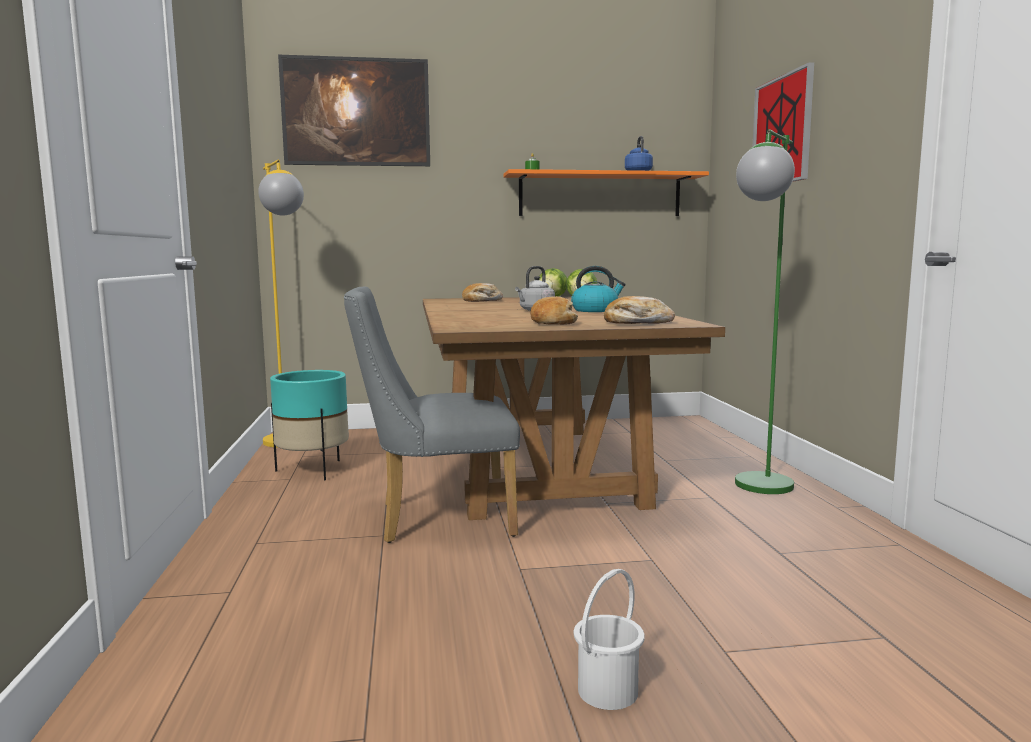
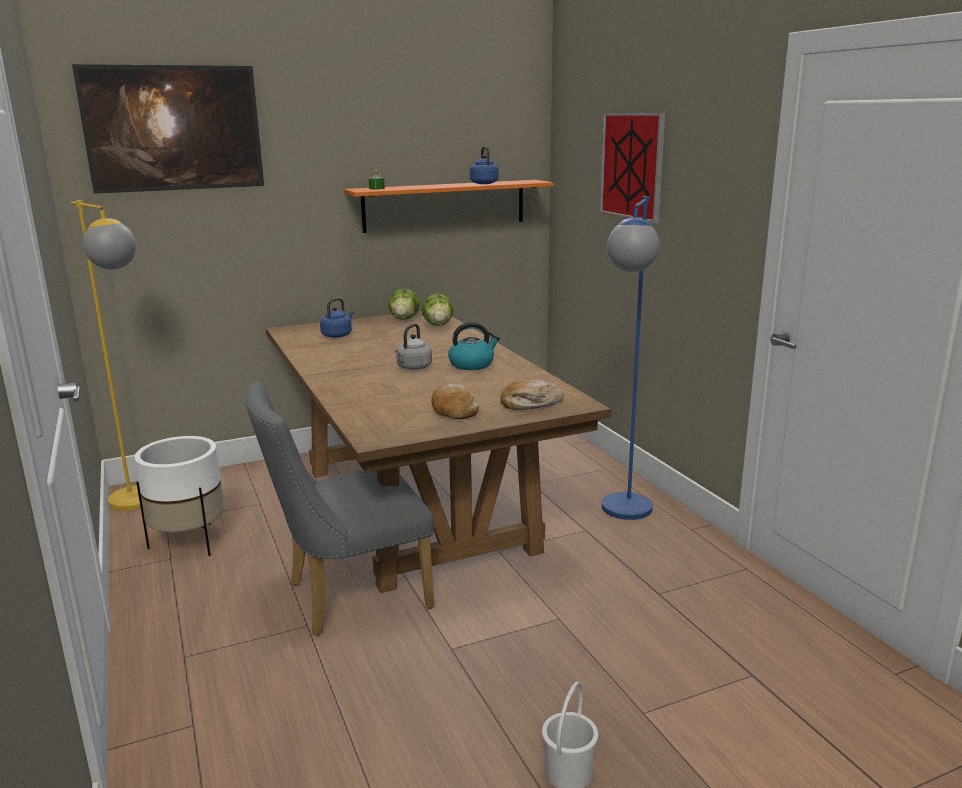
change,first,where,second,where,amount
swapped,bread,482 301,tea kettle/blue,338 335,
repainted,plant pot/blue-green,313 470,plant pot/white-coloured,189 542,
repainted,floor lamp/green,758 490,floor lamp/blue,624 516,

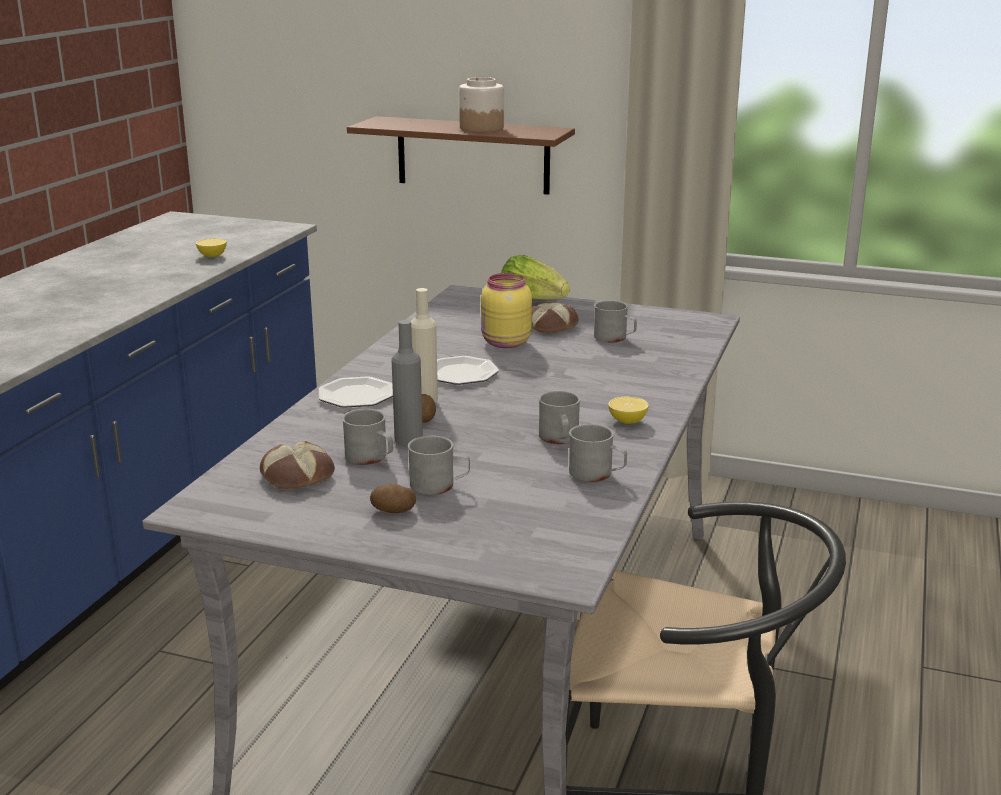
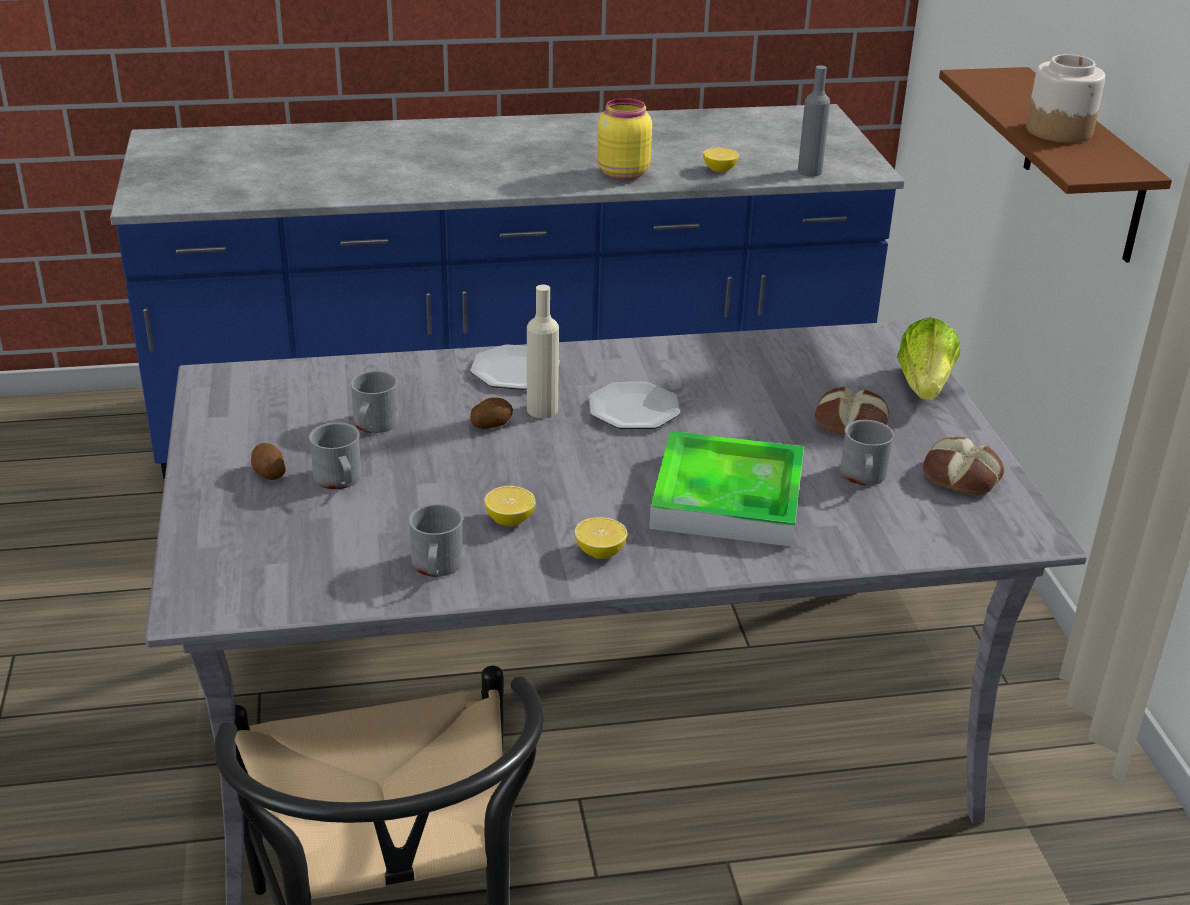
change,first,where,second,where,amount
new,,,tray,727 498,
shifted,bread,298 476,,960 477,
shifted,drink bottle/grey,408 439,,809 171,
shifted,jar/yellow-coloured,504 343,,621 173,
swapped,tea mug/grey,560 439,lemon,509 520,

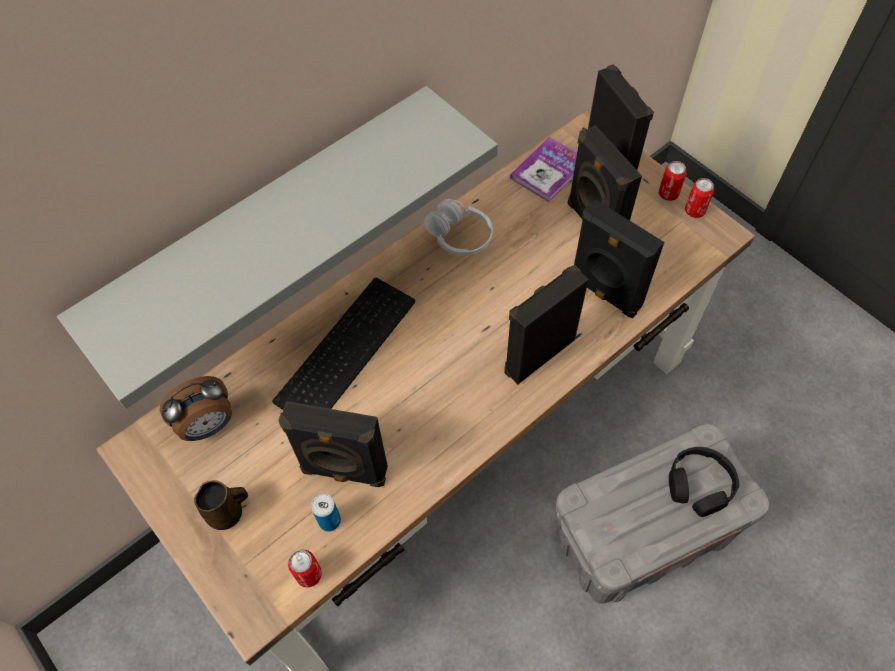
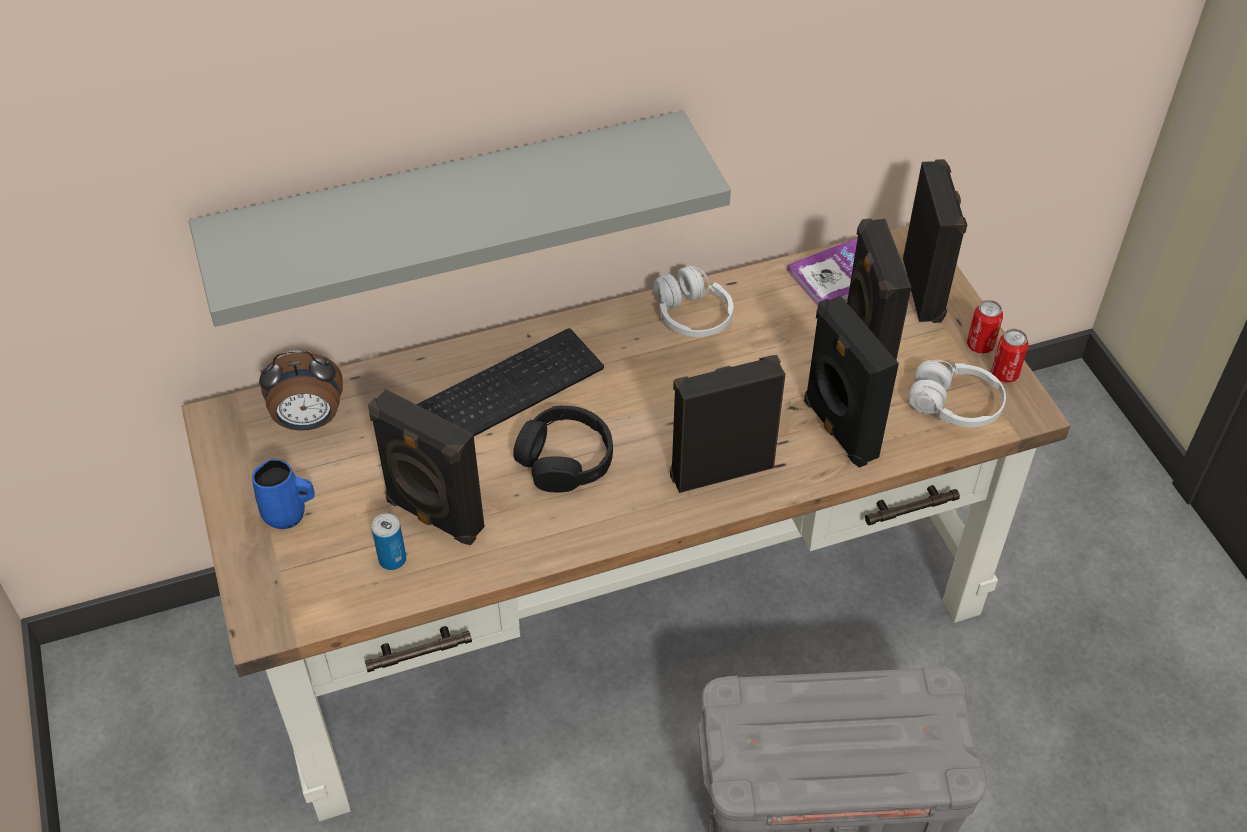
change,first,where,second,where,amount
gone,can,309 574,,,
new,,,pair of headphones/white-coloured,954 405,
shifted,pair of headphones/black-coloured,699 485,,565 459,
repainted,tea mug/brownish,228 513,tea mug/blue,287 515,

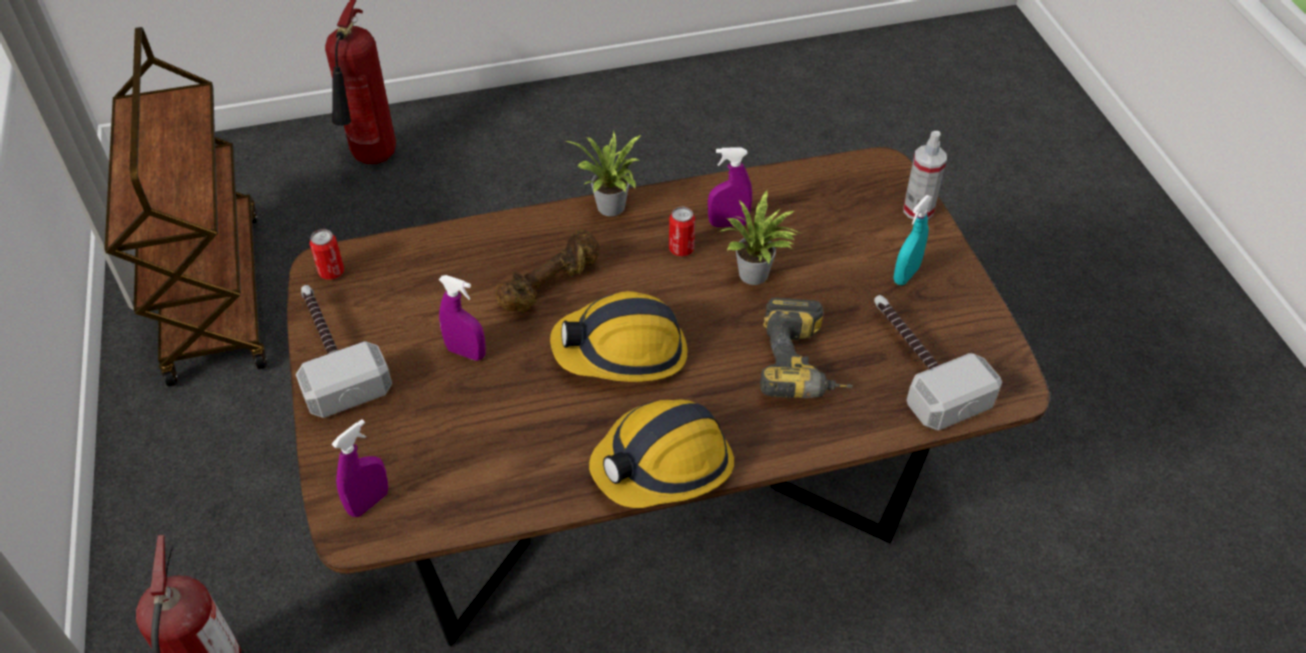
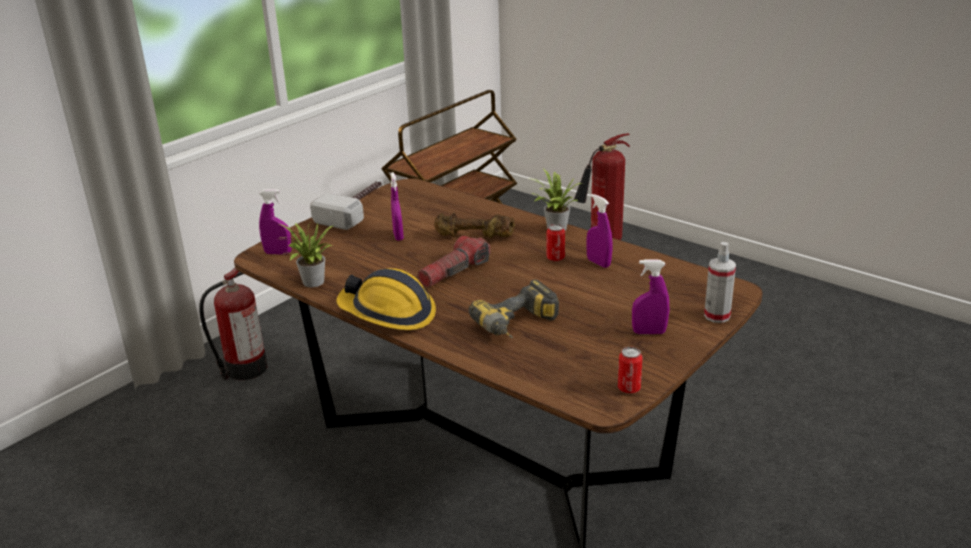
change,first,where,second,where,amount
gone,hammer,918 365,,,
shifted,can,331 272,,629 388,
shifted,potted plant,756 276,,312 283,
swapped,hard hat,622 351,torch,454 272,
repainted,sprayer/blue-green,906 275,sprayer/purple,649 332,

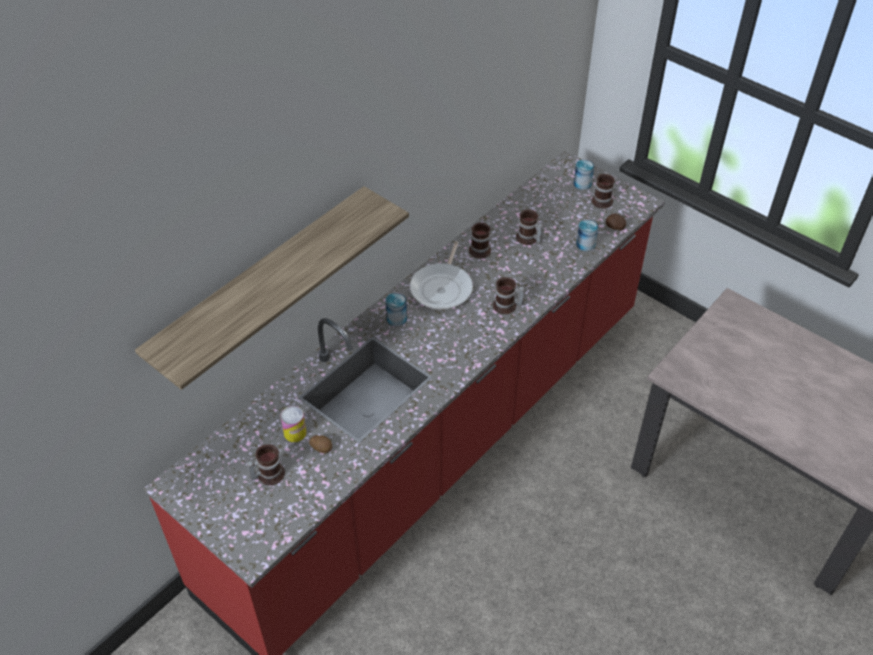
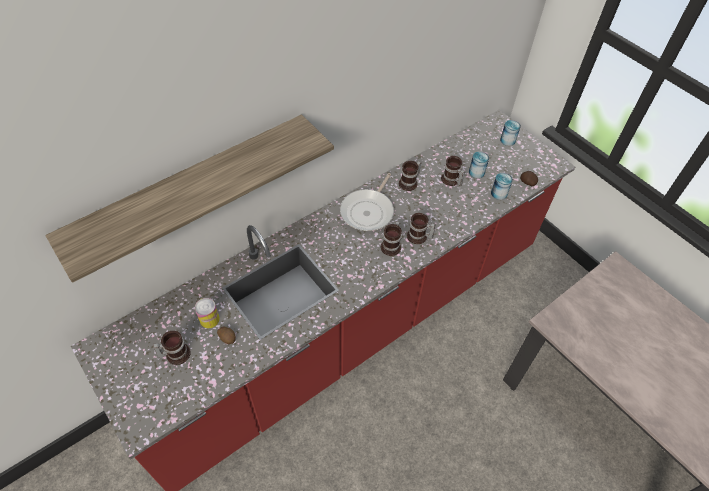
change,first,where,second,where,amount
shifted,can,396 318,,476 172,
shifted,tea mug,603 200,,392 246,

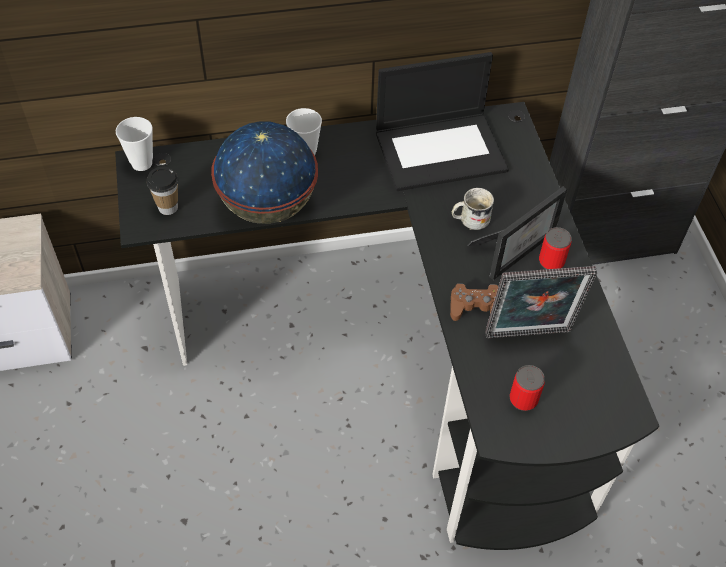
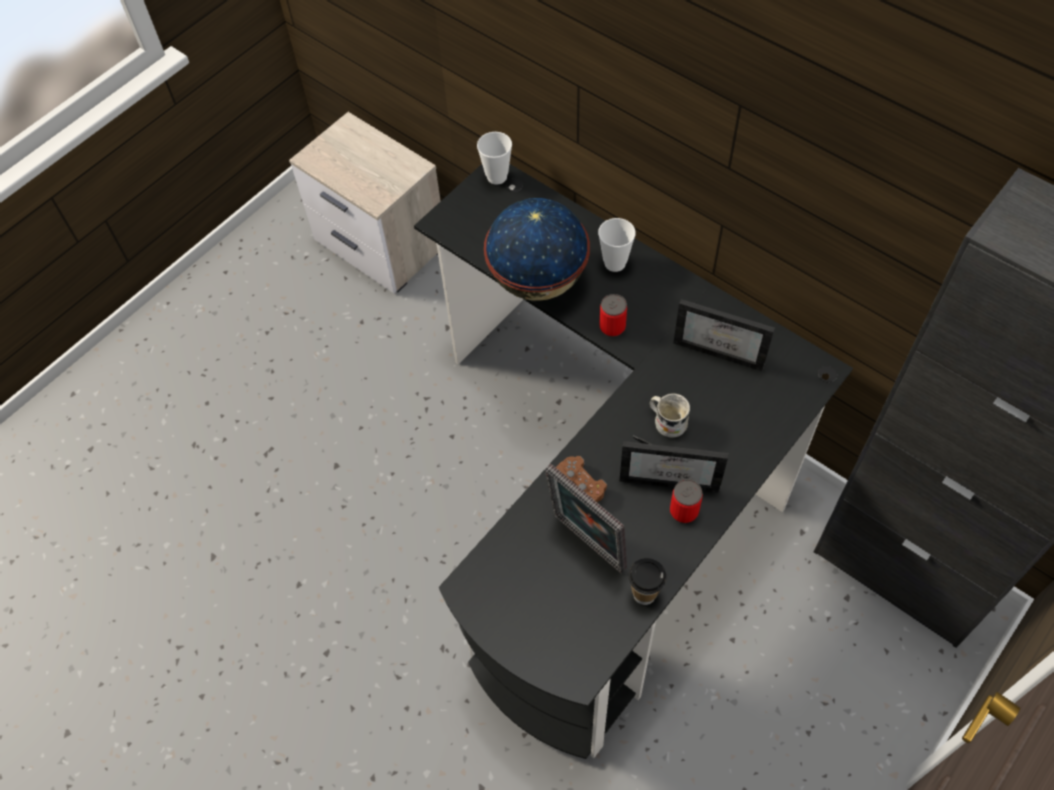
change,first,where,second,where,amount
shifted,small cup,168 207,,644 594,
shifted,can,523 399,,612 327,
swapped,portable computer,441 150,picture frame,722 348,

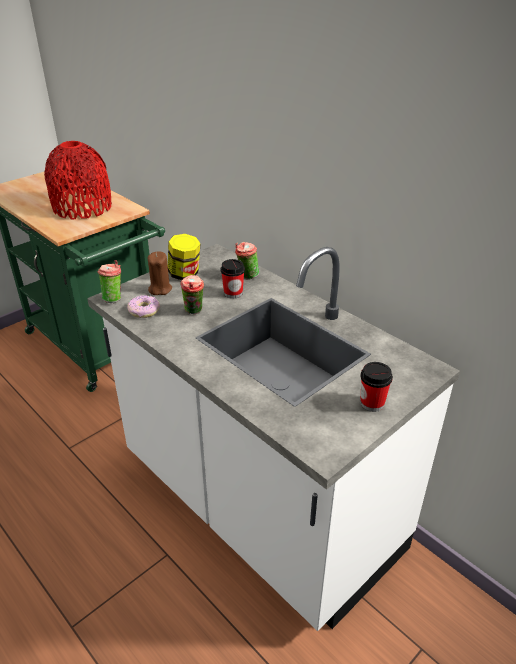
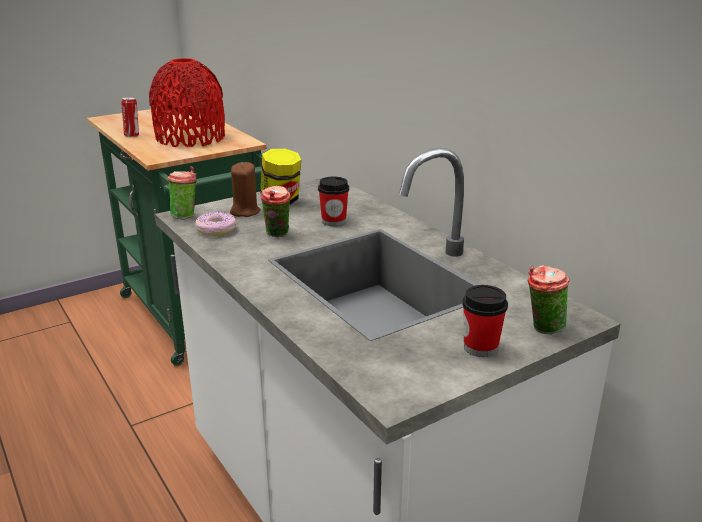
change,first,where,second,where,amount
new,,,can,132 135,
shifted,small cup,247 276,,542 329,

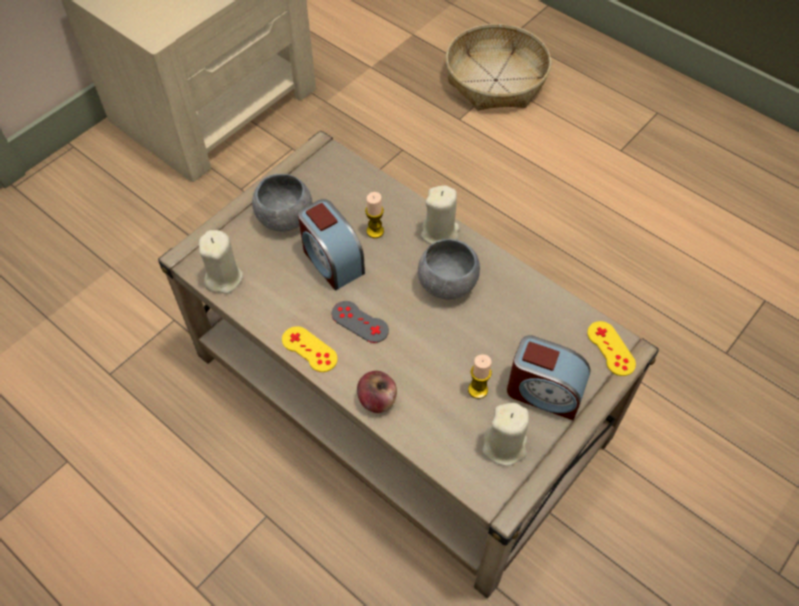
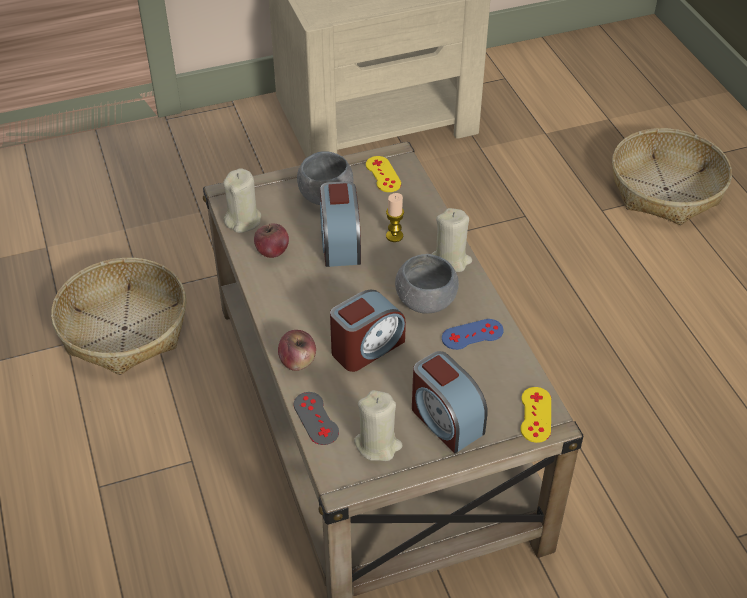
change,first,where,second,where,amount
gone,candle,478 390,,,
new,,,household basket,124 328,
new,,,apple,272 251,
new,,,table clock,367 347,
new,,,game controller/blue,472 334,
shifted,game controller/yellow-coloured,309 349,,383 174,
shifted,game controller/grey,360 322,,316 418,

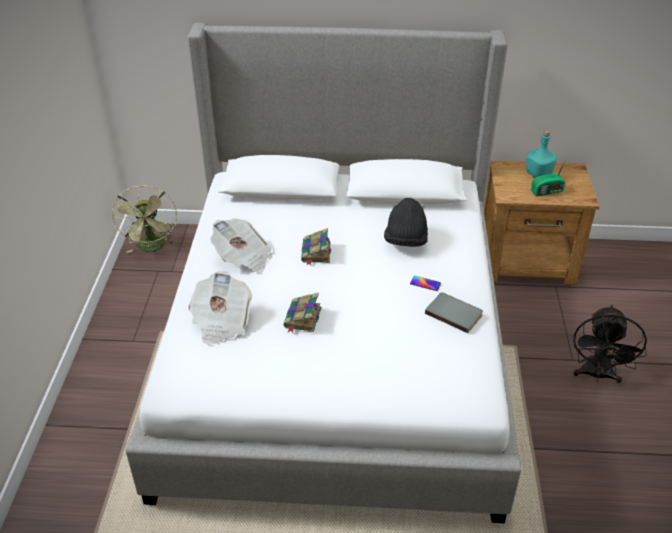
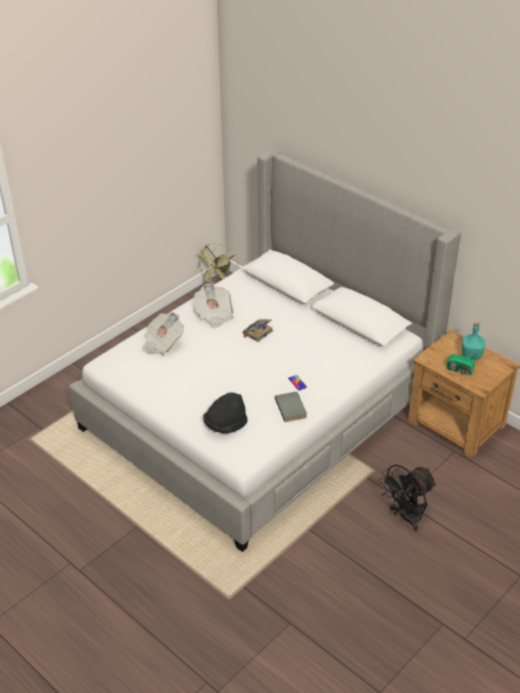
change,first,where,second,where,amount
gone,bound book,302 318,,,
shifted,clothing hat/black-coloured,405 241,,225 425,

